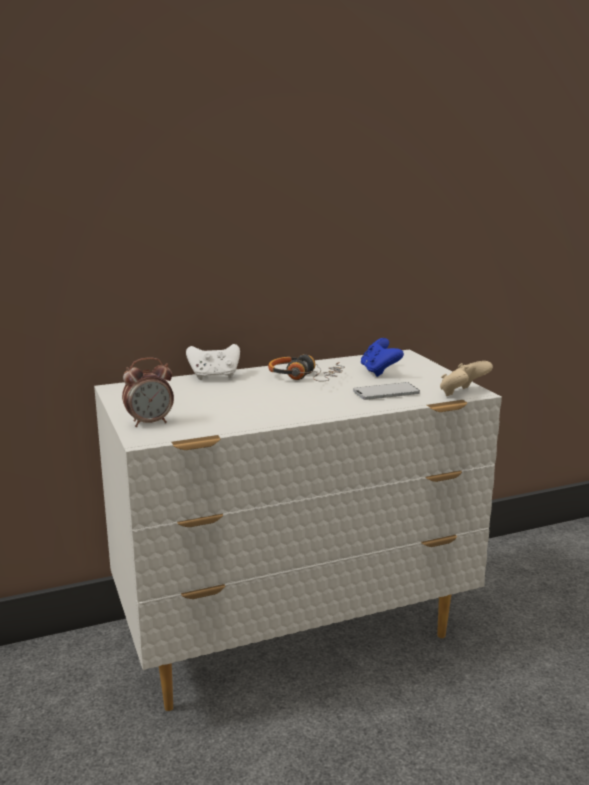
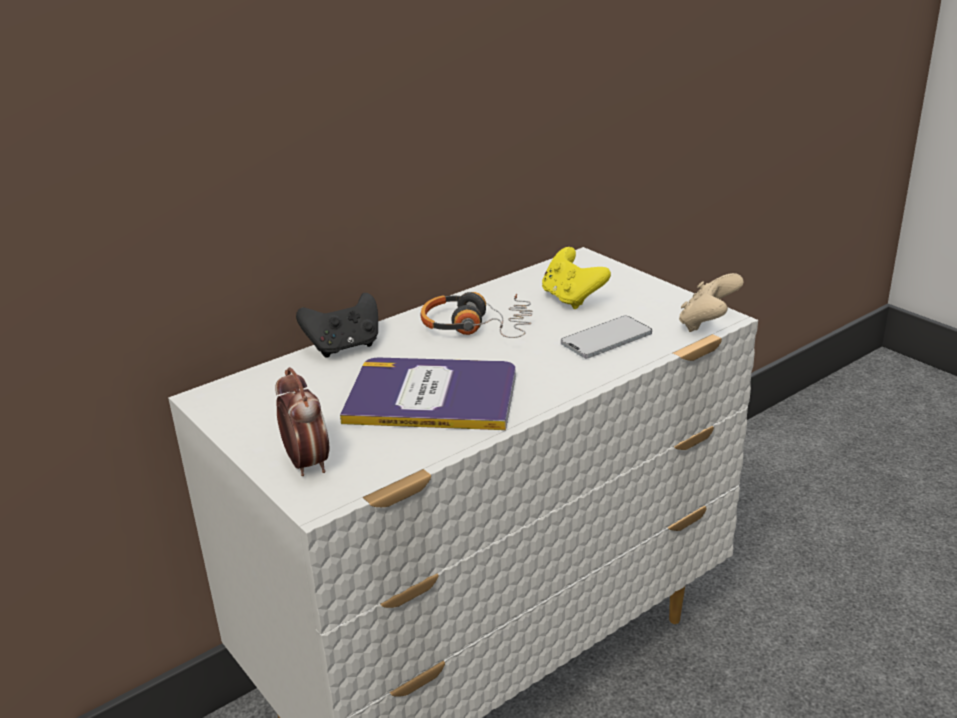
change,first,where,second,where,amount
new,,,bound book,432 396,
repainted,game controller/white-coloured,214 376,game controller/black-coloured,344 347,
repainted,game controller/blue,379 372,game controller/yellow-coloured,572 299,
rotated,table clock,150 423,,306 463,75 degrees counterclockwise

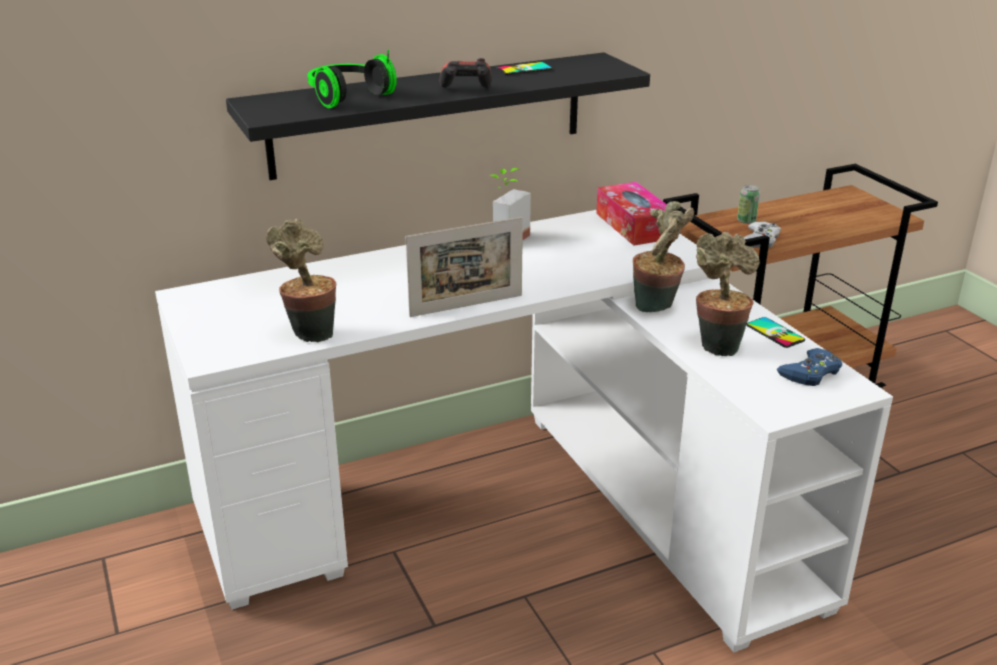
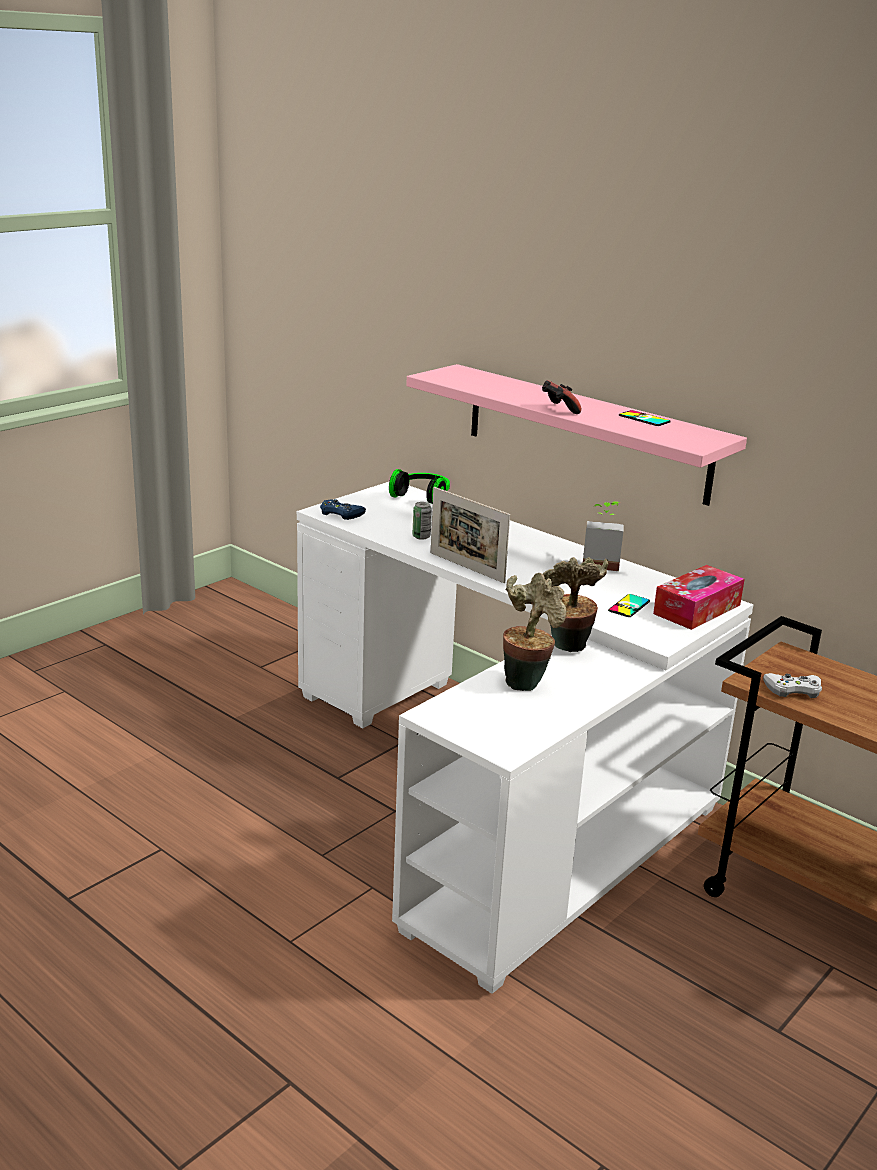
change,first,where,second,where,amount
gone,potted plant,310 333,,,
shifted,pair of headphones,346 96,,423 497,
shifted,can,746 221,,421 536,
shifted,telephone,775 333,,629 606,
shifted,game controller/blue,810 373,,341 513,
repainted,bracket shelf/black-coloured,429 114,bracket shelf/pink-coloured,585 432,

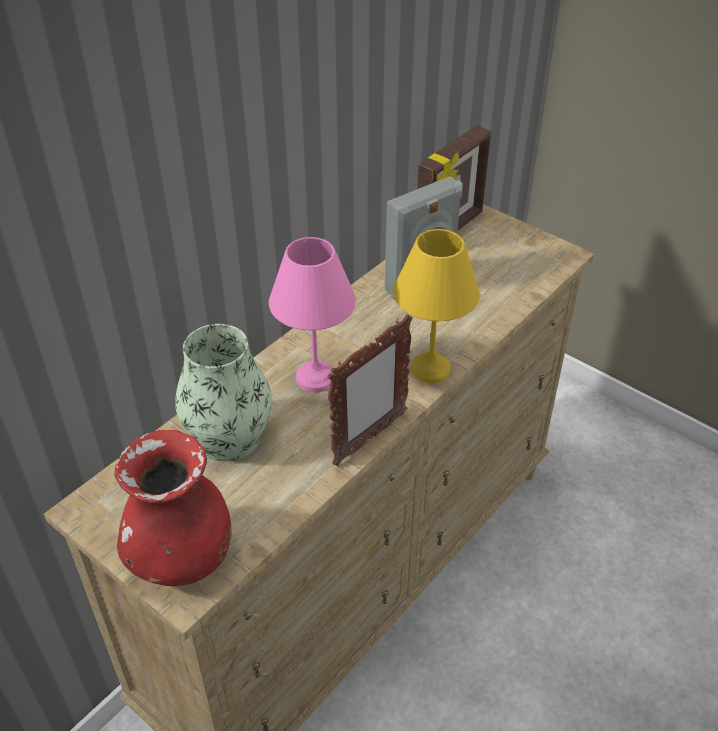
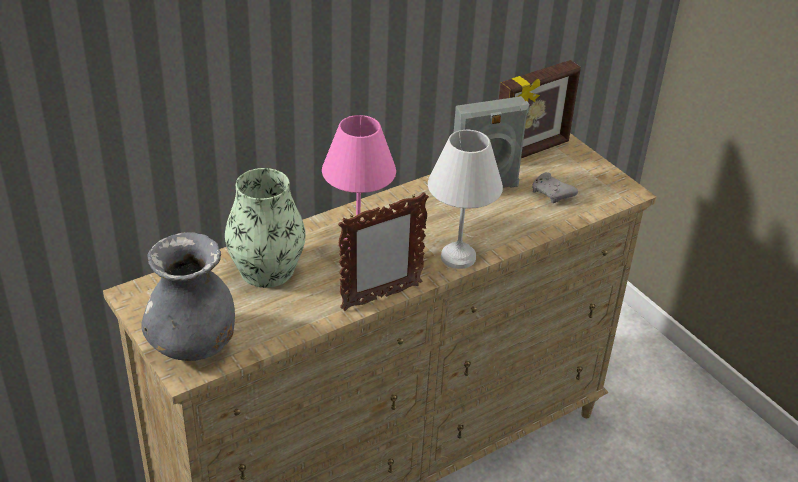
change,first,where,second,where,amount
new,,,game controller/grey,552 194,
repainted,vase/red,181 556,vase/grey,193 344,
repainted,tabletop lamp/yellow-coloured,432 369,tabletop lamp/white-coloured,460 257,

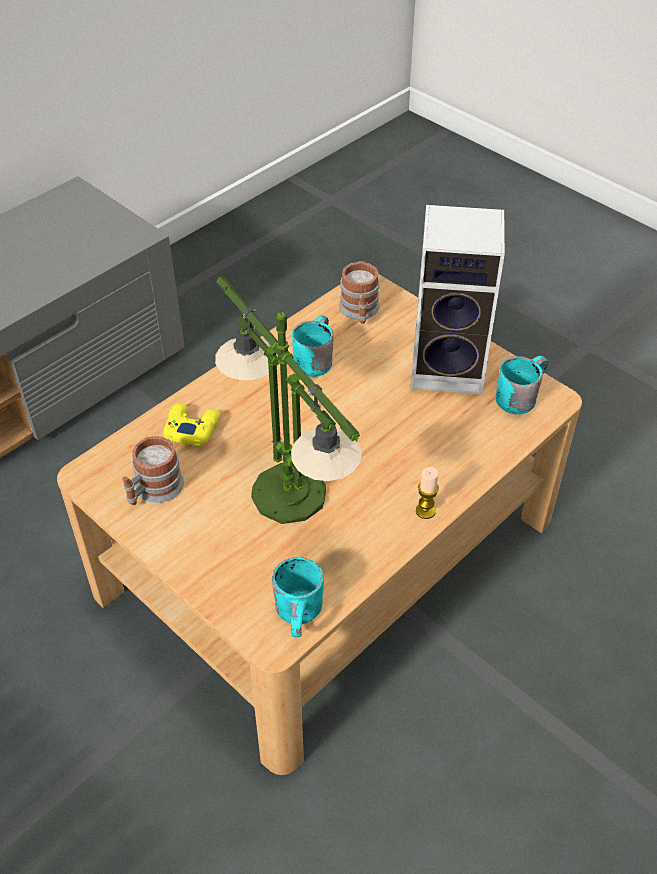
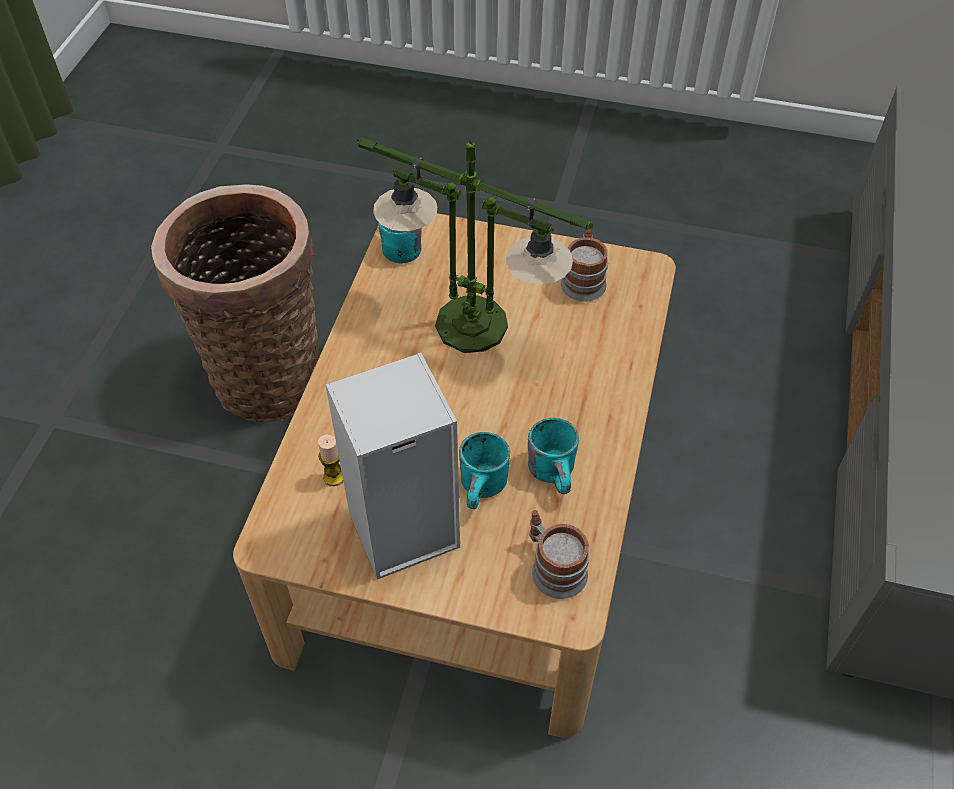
change,first,where,second,where,amount
gone,game controller/yellow-coloured,191 428,,,
new,,,household basket,265 373,
shifted,candle,425 511,,334 477,
shifted,tea mug/blue-green,517 395,,485 489,

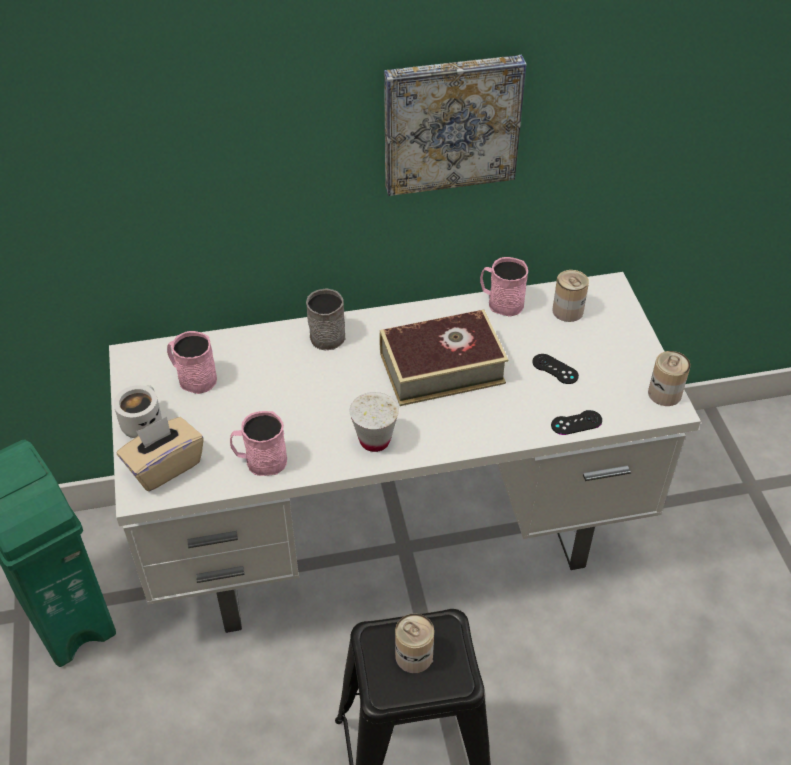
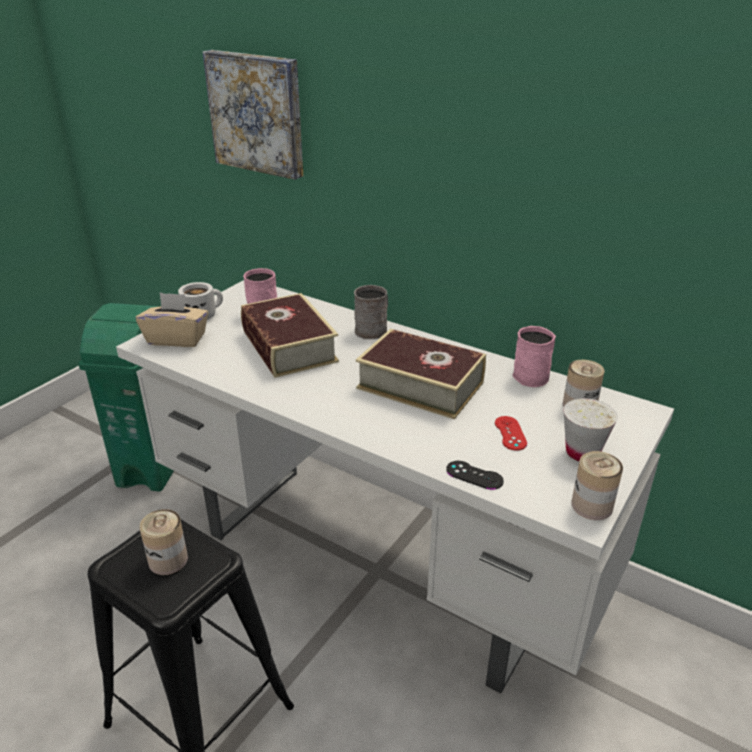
change,first,where,second,where,amount
gone,tea mug/pink-coloured,260 461,,,
new,,,bound book,289 346,
shifted,small cup/white-coloured,374 440,,582 452,
shifted,wall art,450 122,,258 113,
repainted,game controller/black-coloured,555 369,game controller/red,510 433,

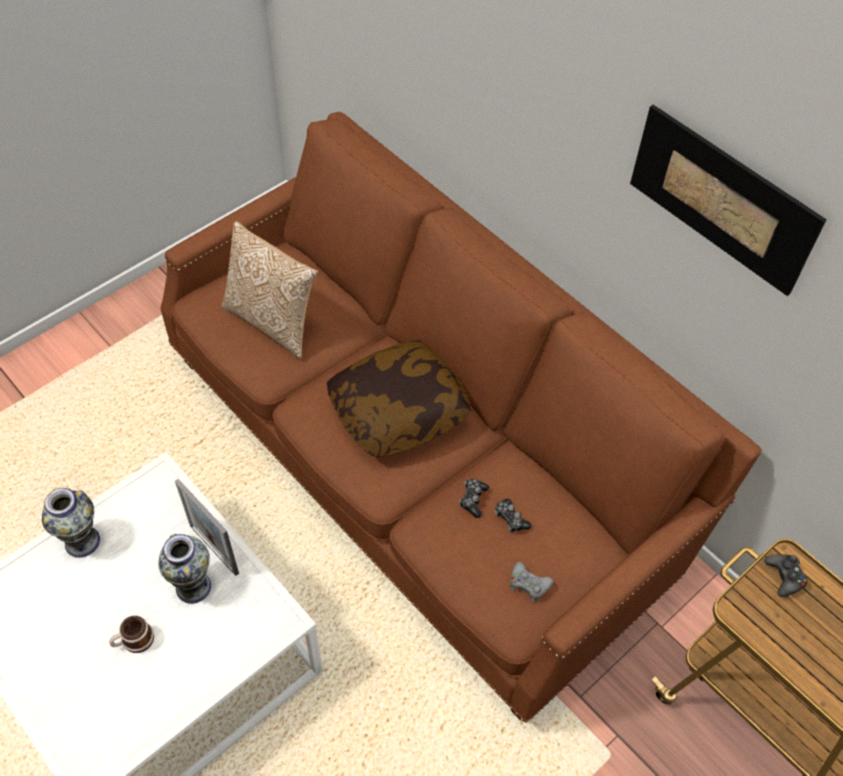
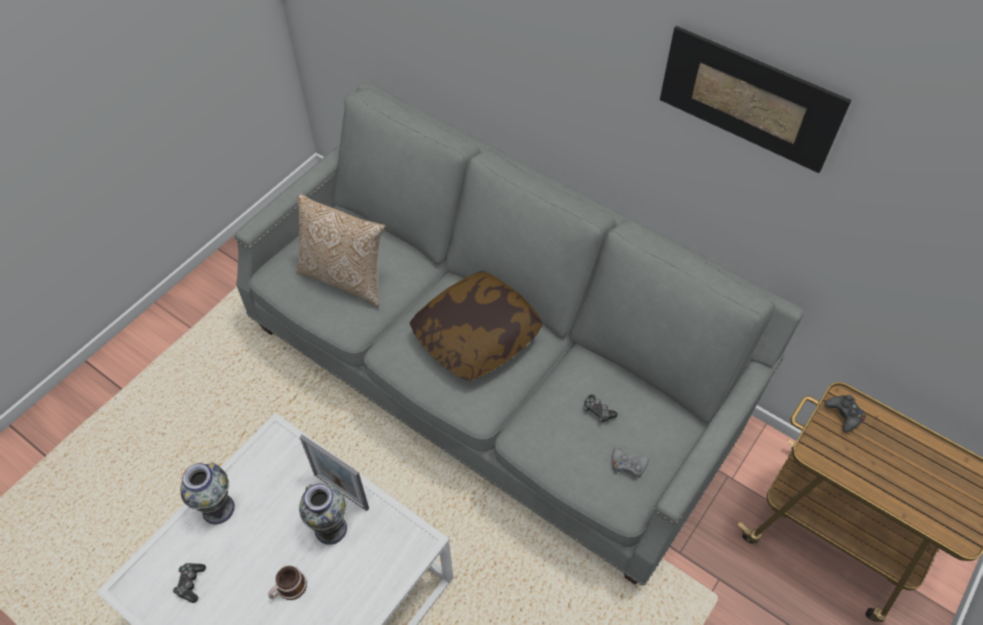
change,first,where,second,where,amount
shifted,game controller,473 499,,190 583,
repainted,sofa/brownish,420 461,sofa/grey,493 377,

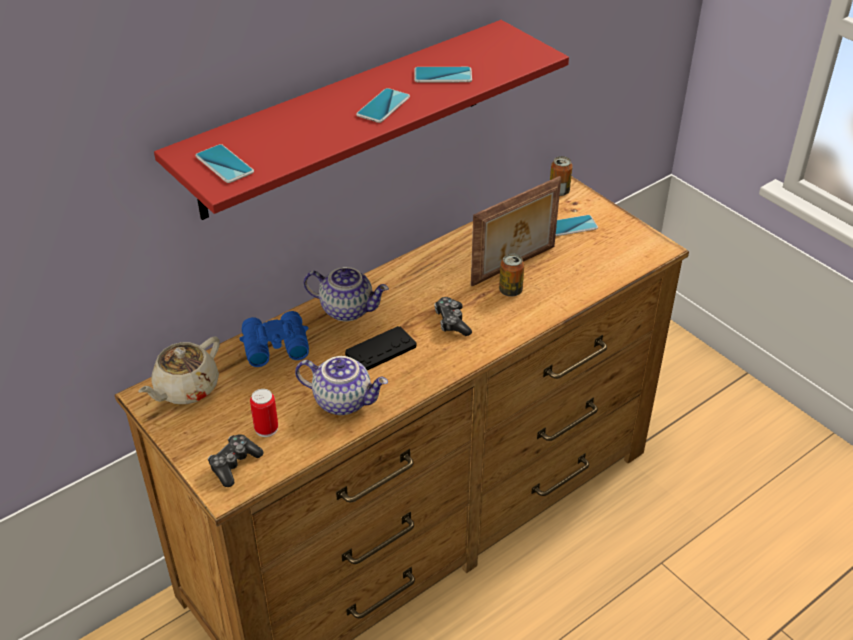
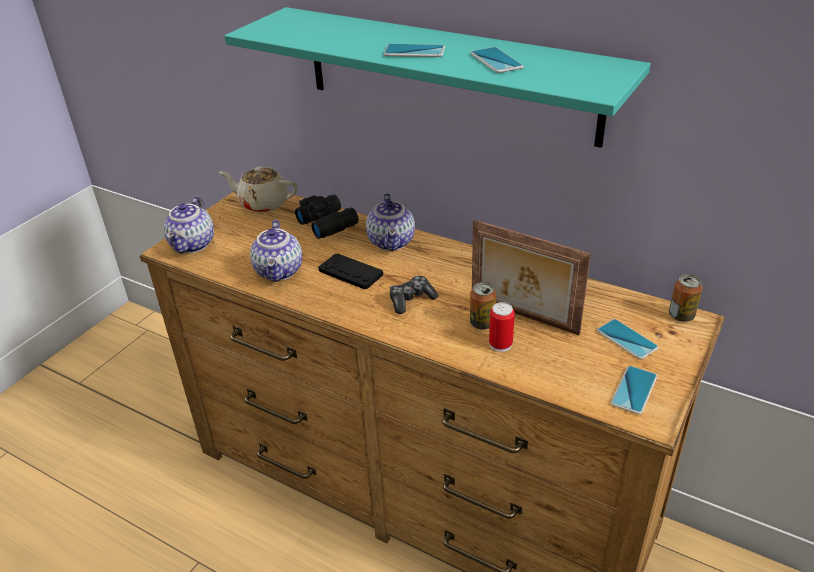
change,first,where,second,where,amount
shifted,telephone,224 164,,634 390,
shifted,can,266 428,,500 344,
swapped,game controller,234 464,pot for tea,193 245,
repainted,bracket shelf/red,345 119,bracket shelf/blue-green,447 74,
repainted,binoculars/blue,274 346,binoculars/black-coloured,328 223,

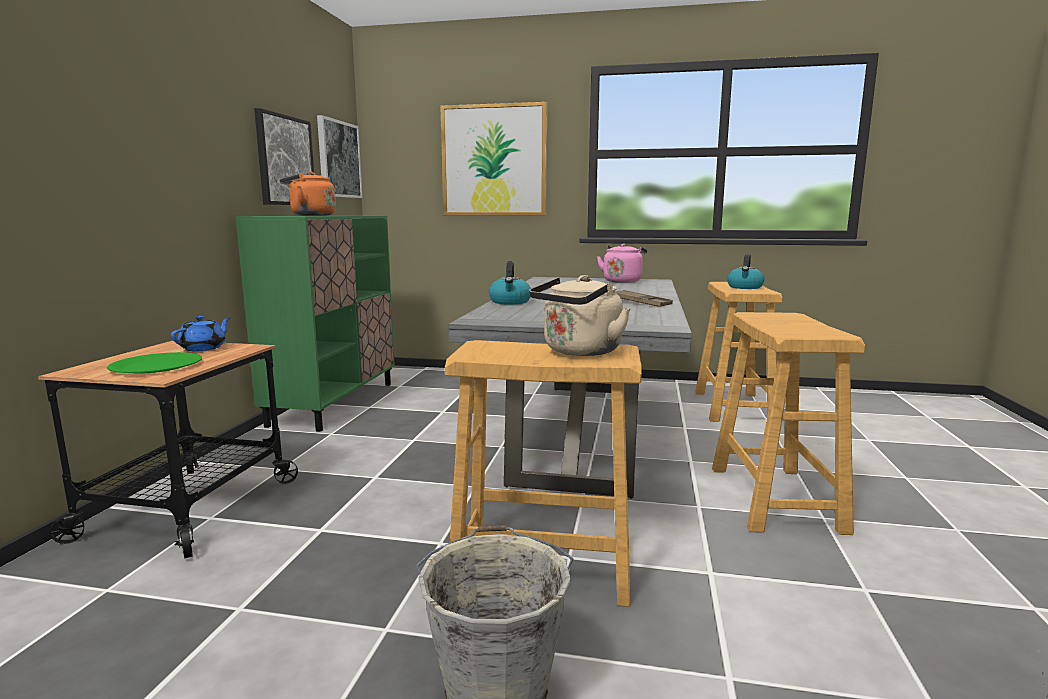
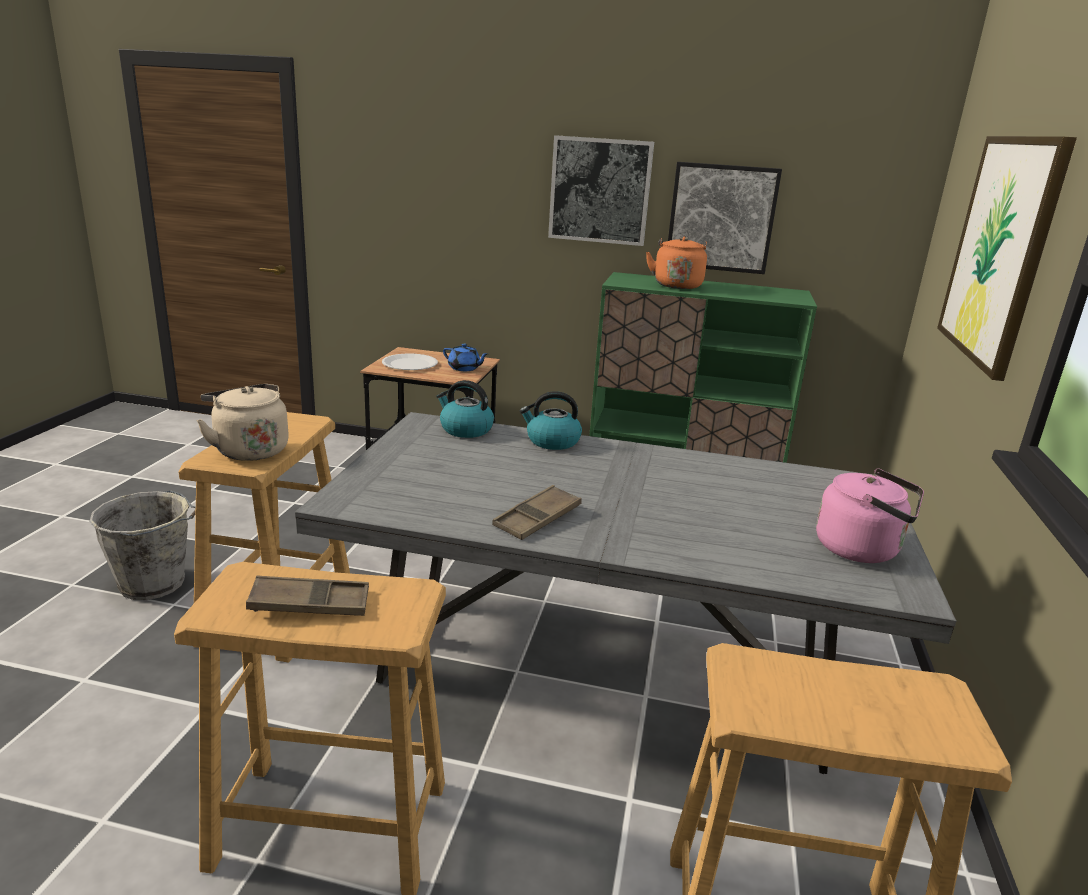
change,first,where,second,where,amount
new,,,tray/brownish,310 604,
shifted,wall art,338 159,,600 190,
shifted,tea kettle,745 287,,465 429,
repainted,plate/green,156 366,plate/white-coloured,410 364,

